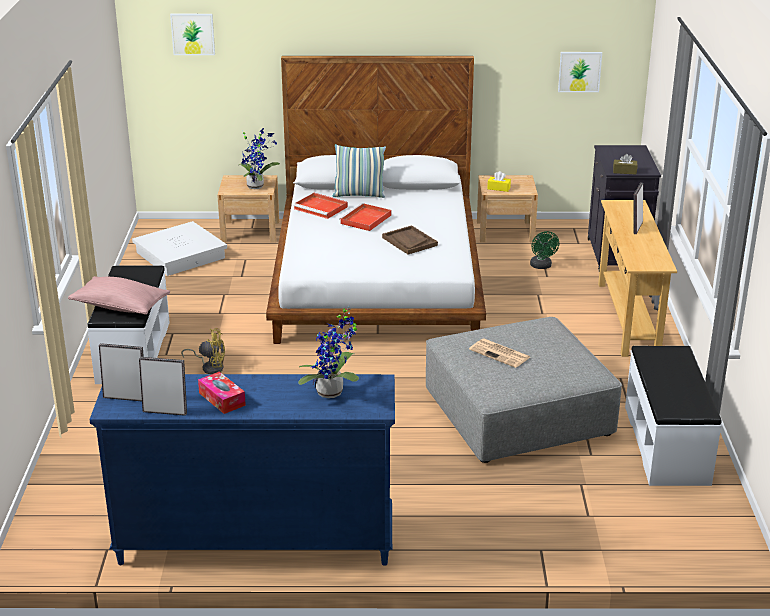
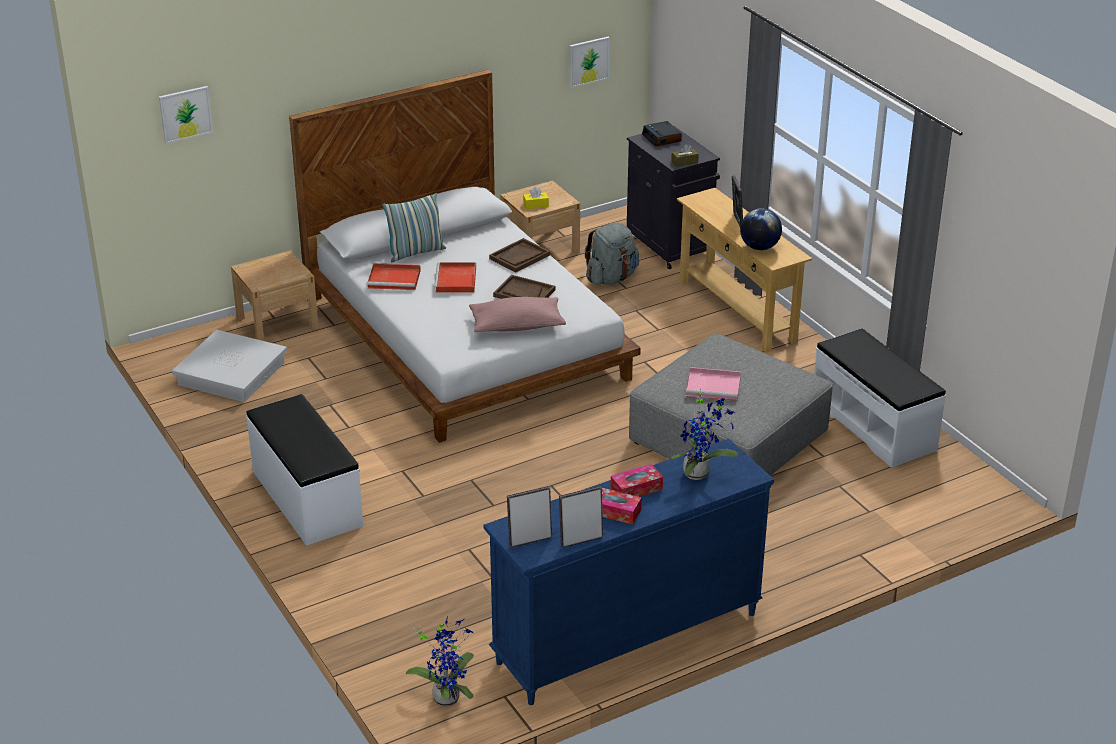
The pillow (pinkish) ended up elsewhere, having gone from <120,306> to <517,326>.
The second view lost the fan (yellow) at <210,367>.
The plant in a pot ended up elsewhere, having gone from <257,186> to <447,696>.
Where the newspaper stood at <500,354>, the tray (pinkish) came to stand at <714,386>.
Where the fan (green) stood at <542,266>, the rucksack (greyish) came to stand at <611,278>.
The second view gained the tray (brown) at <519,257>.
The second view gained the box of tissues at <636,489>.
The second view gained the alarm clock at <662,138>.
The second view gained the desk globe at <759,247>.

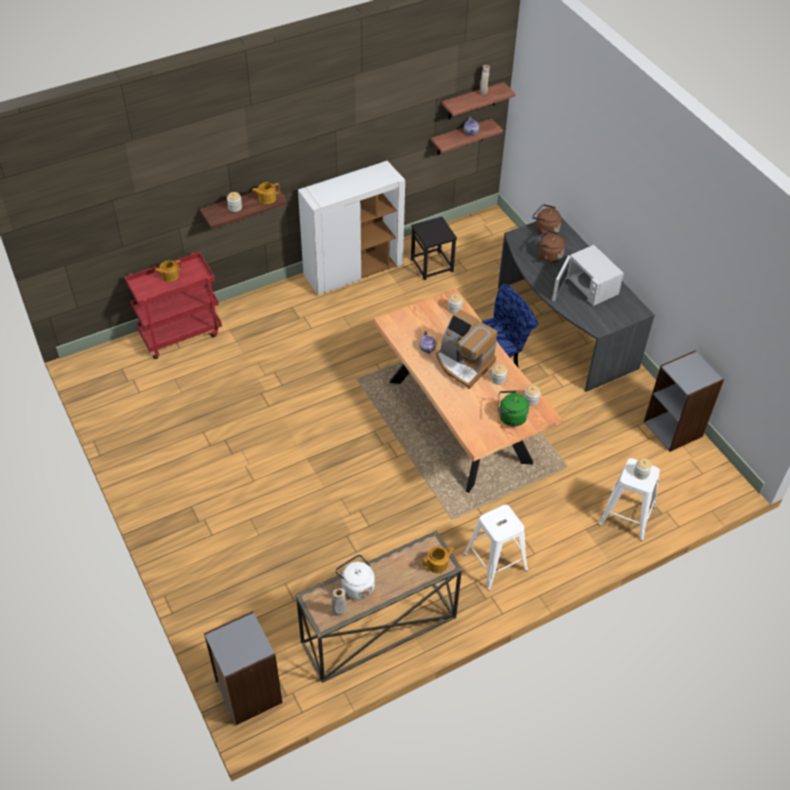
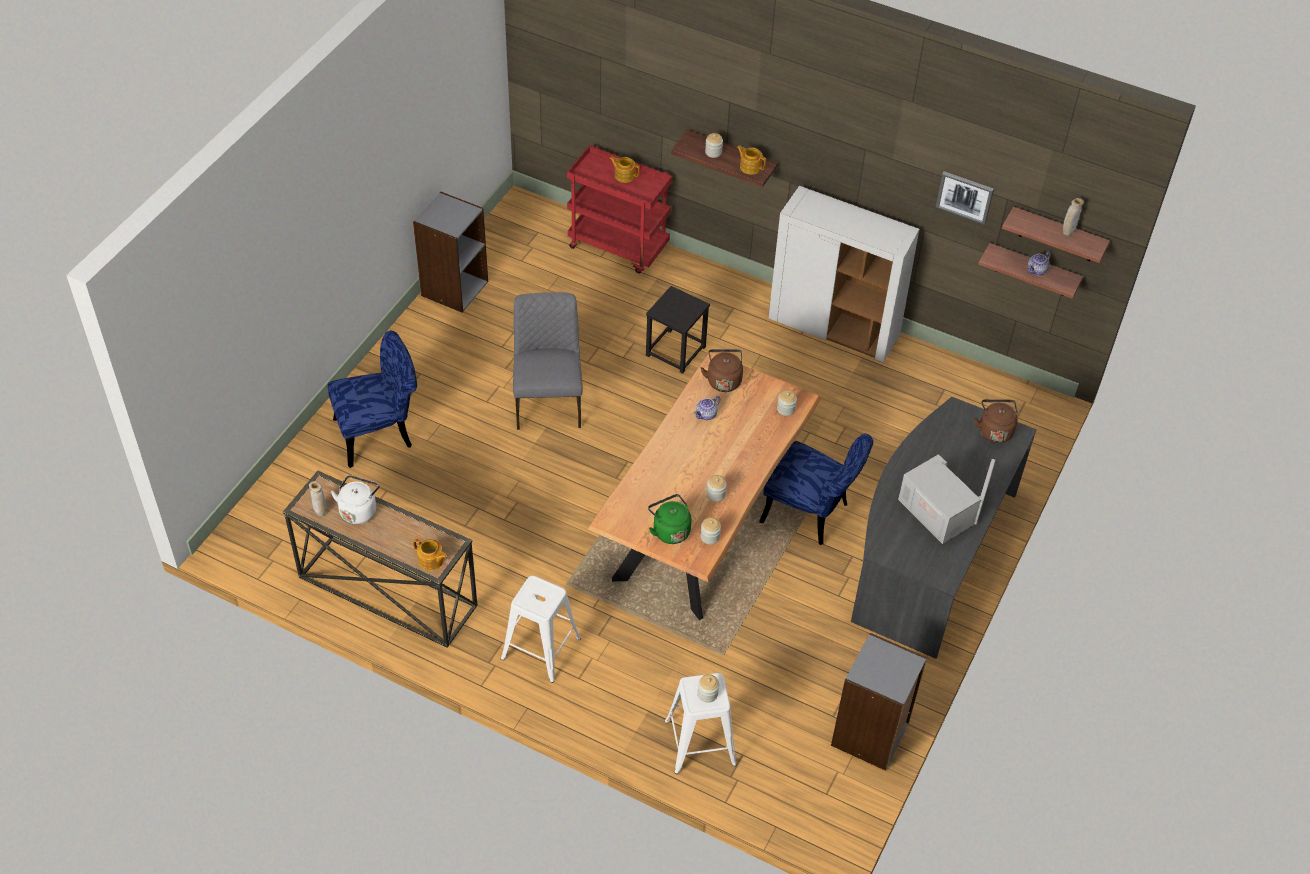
The bookcase (greyish) ended up elsewhere, having gone from <248,692> to <454,288>.
The stool seat (blackish) ended up elsewhere, having gone from <432,265> to <676,351>.
The second view lost the coffee brewer at <463,364>.
The tea kettle (brown) ended up elsewhere, having gone from <548,256> to <723,380>.
The kitchen microwave (whitish) at <588,286> ended up facing another way, 120 degrees clockwise from before.
The second view gained the chair (blue-coloured) at <380,433>.
The second view gained the chair (greyish) at <548,401>.
The second view gained the picture at <964,197>.

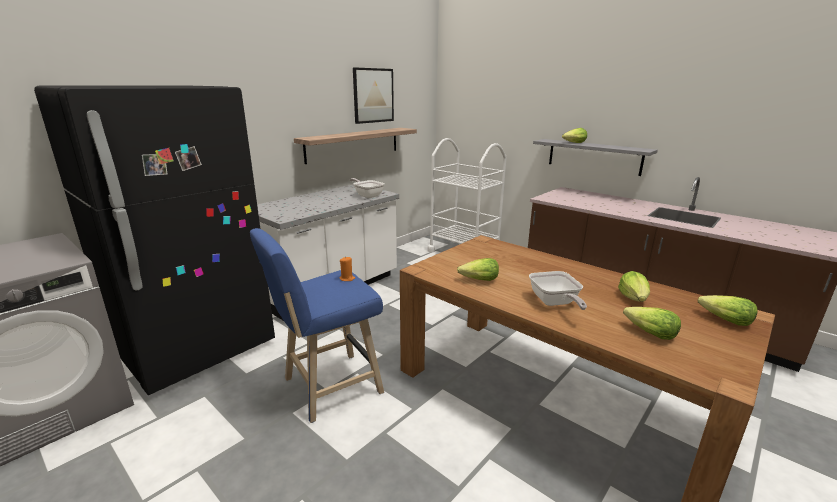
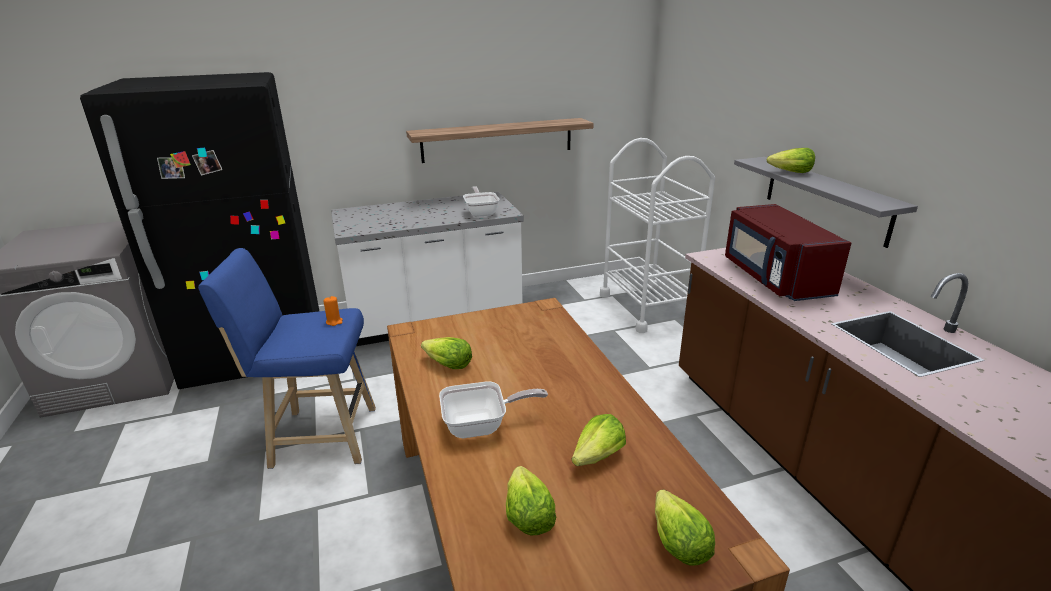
The second view lost the picture at <373,95>.
The skillet at <554,303> ended up facing another way, 120 degrees counterclockwise from before.
The second view gained the kitchen microwave (red) at <774,278>.

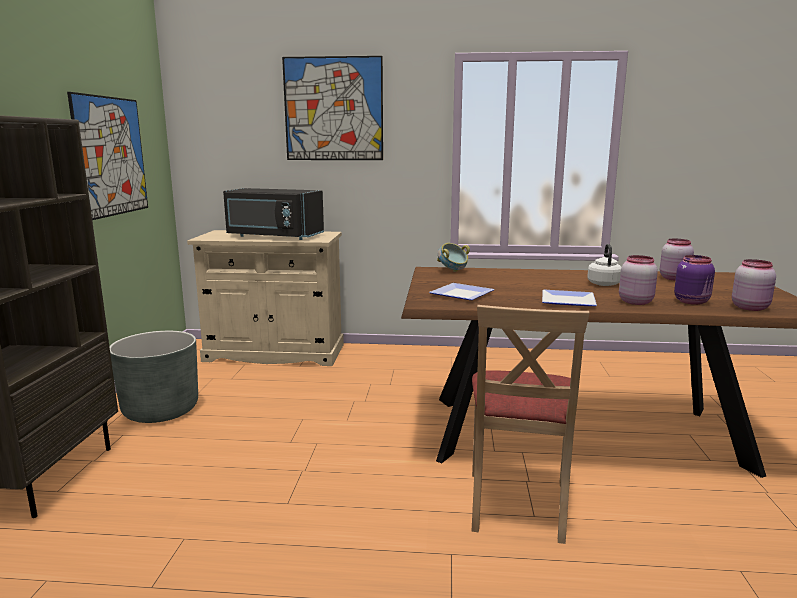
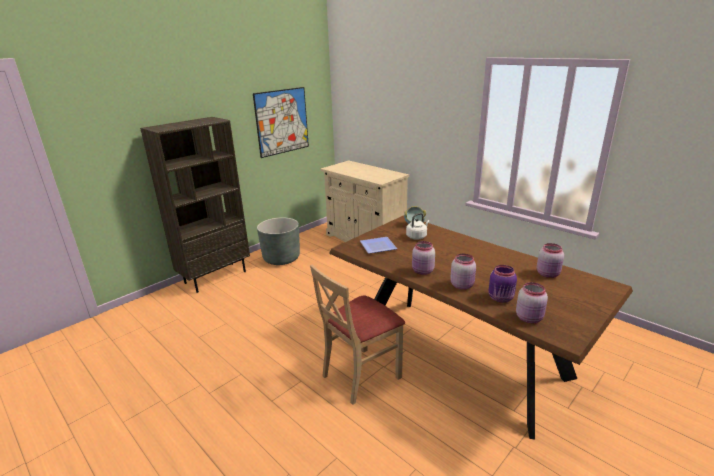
The second view lost the kitchen microwave (blackish) at <273,236>.
The second view lost the picture at <333,109>.
Where the plate stood at <570,301>, the storage jar (pinkish) came to stand at <423,271>.
The tea kettle (whitish) ended up elsewhere, having gone from <603,283> to <417,236>.

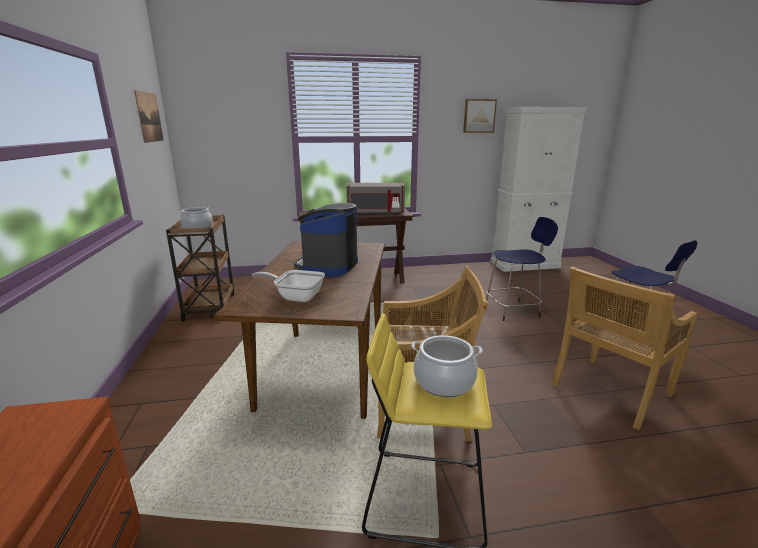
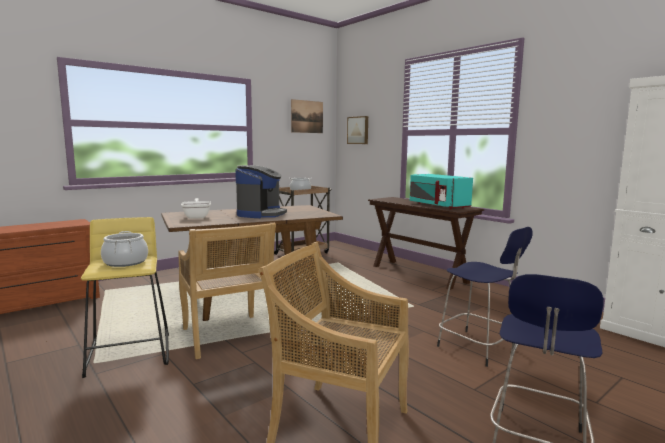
The coffee brewer at <328,266> ended up facing another way, 120 degrees clockwise from before.
What was the kitchen microwave (greyish) at <375,213> turned into the kitchen microwave (blue-green) at <437,206>.
The picture ended up elsewhere, having gone from <479,116> to <358,130>.

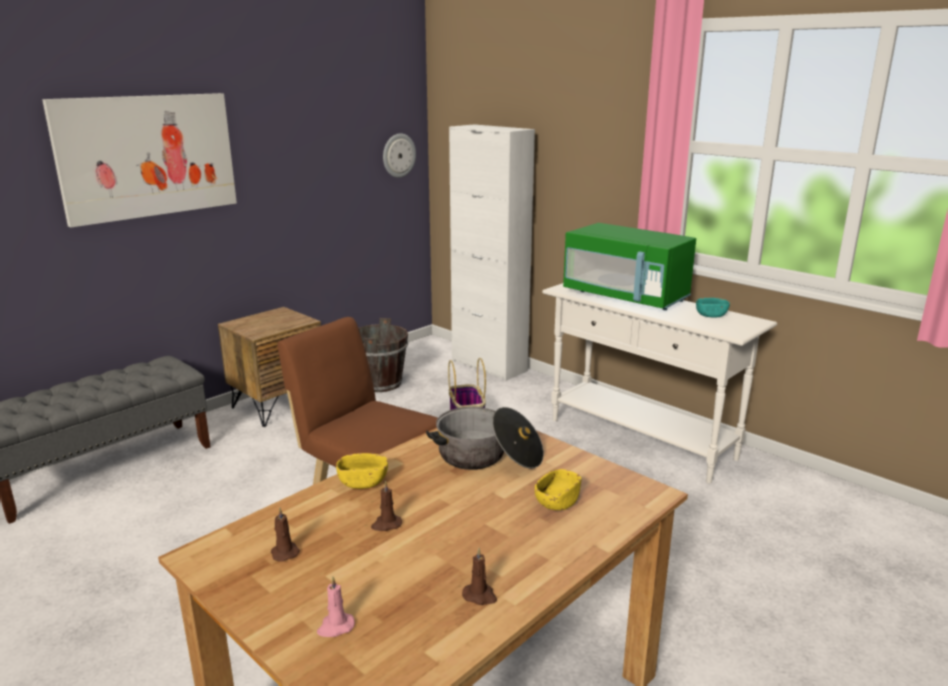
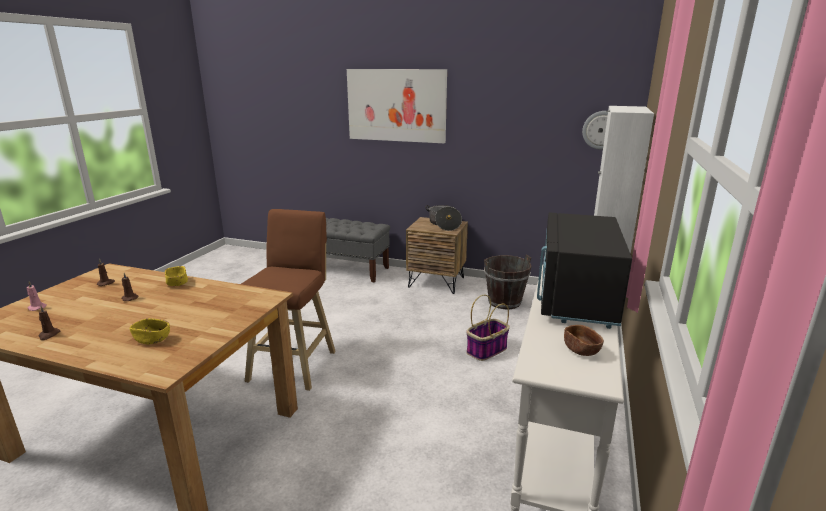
The cooking pot ended up elsewhere, having gone from <488,457> to <444,224>.
What was the kitchen microwave (green) at <625,297> turned into the kitchen microwave (blackish) at <575,298>.
What was the bowl (blue-green) at <711,315> turned into the bowl (brown) at <581,350>.

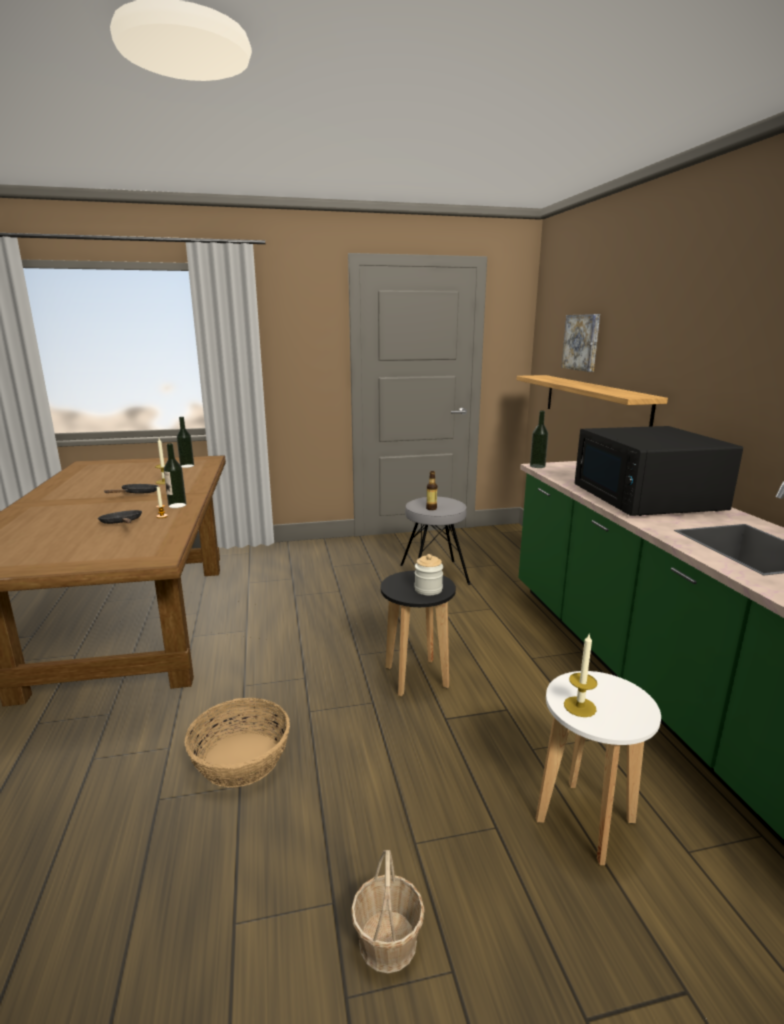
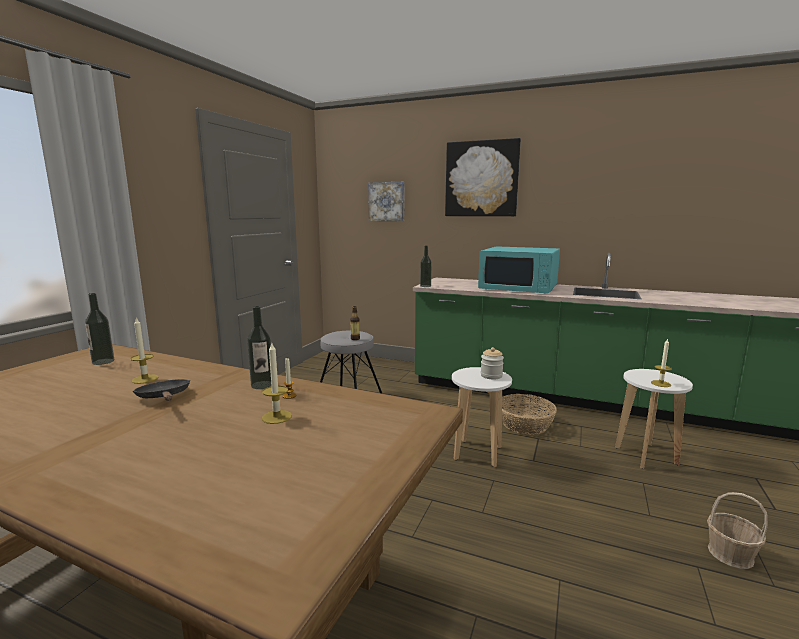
Where the skillet (blackish) stood at <122,523>, the wax light came to stand at <277,417>.
The basket ended up elsewhere, having gone from <241,758> to <524,424>.
What was the stool seat (blackish) at <416,677> turned into the stool seat (whitish) at <478,453>.
The second view lost the shelf at <594,403>.
What was the kitchen microwave (blackish) at <646,499> turned into the kitchen microwave (blue-green) at <519,287>.
The second view gained the picture at <481,179>.

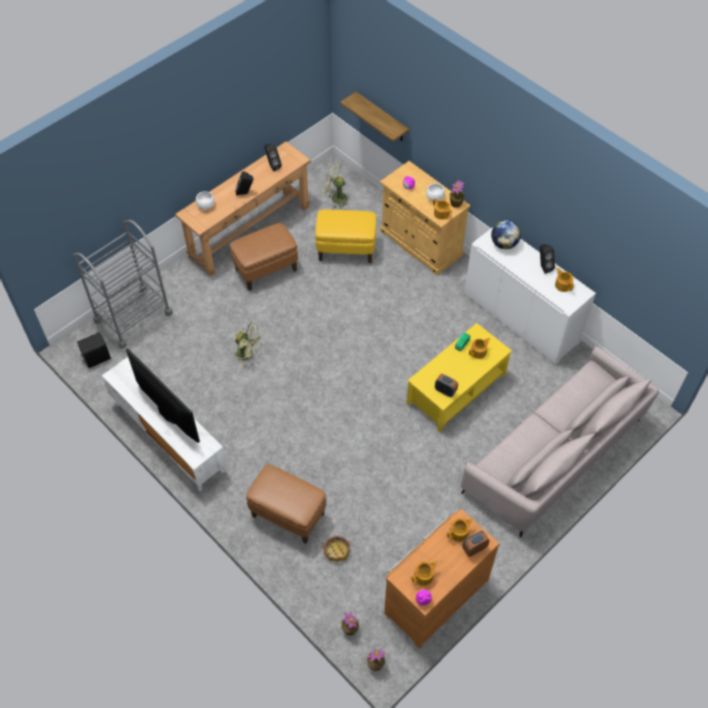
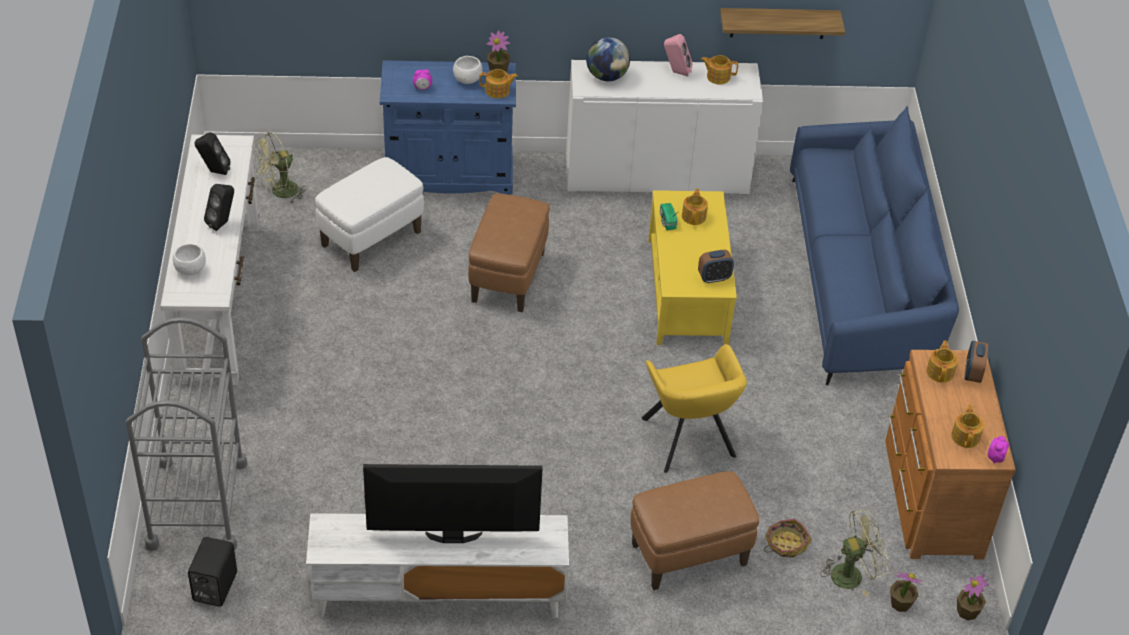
What was the console table (brown) at <250,232> turned into the console table (whitish) at <220,300>.
The ottoman (brown) ended up elsewhere, having gone from <266,270> to <508,277>.
The fan (green) ended up elsewhere, having gone from <248,354> to <852,574>.
What was the ottoman (yellow) at <346,250> turned into the ottoman (whitish) at <371,239>.
The shelf ended up elsewhere, having gone from <381,118> to <778,23>.
What was the cupboard (beige-coloured) at <420,243> turned into the cupboard (blue-coloured) at <449,173>.
What was the sofa (greyish) at <556,455> turned into the sofa (blue-coloured) at <862,278>.
What was the loudspeaker (blackish) at <543,267> turned into the loudspeaker (pinkish) at <676,72>.
The second view gained the lounge chair (yellow) at <689,441>.

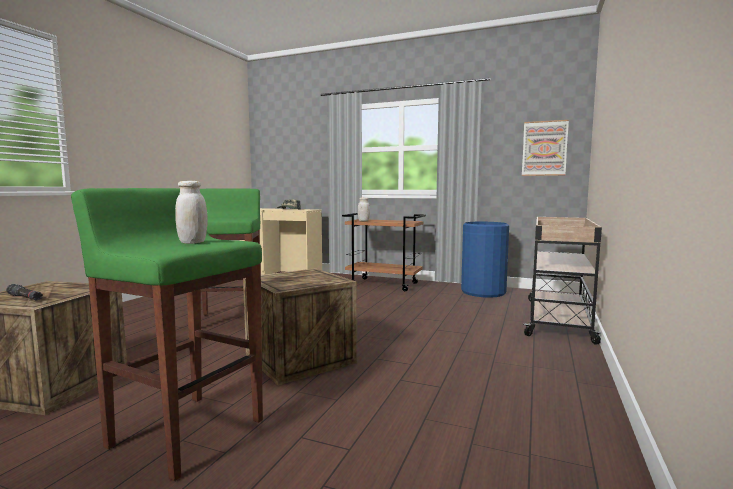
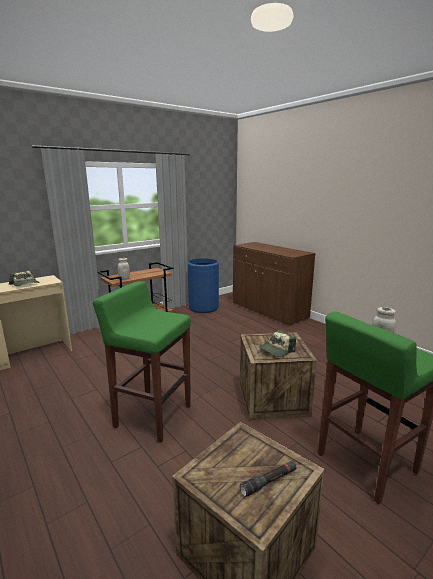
The second view lost the picture at <544,148>.
Where the wheeled cart (beige-coloured) stood at <557,318>, the cupboard (brown) came to stand at <268,311>.
The second view gained the baseball cap at <276,350>.

